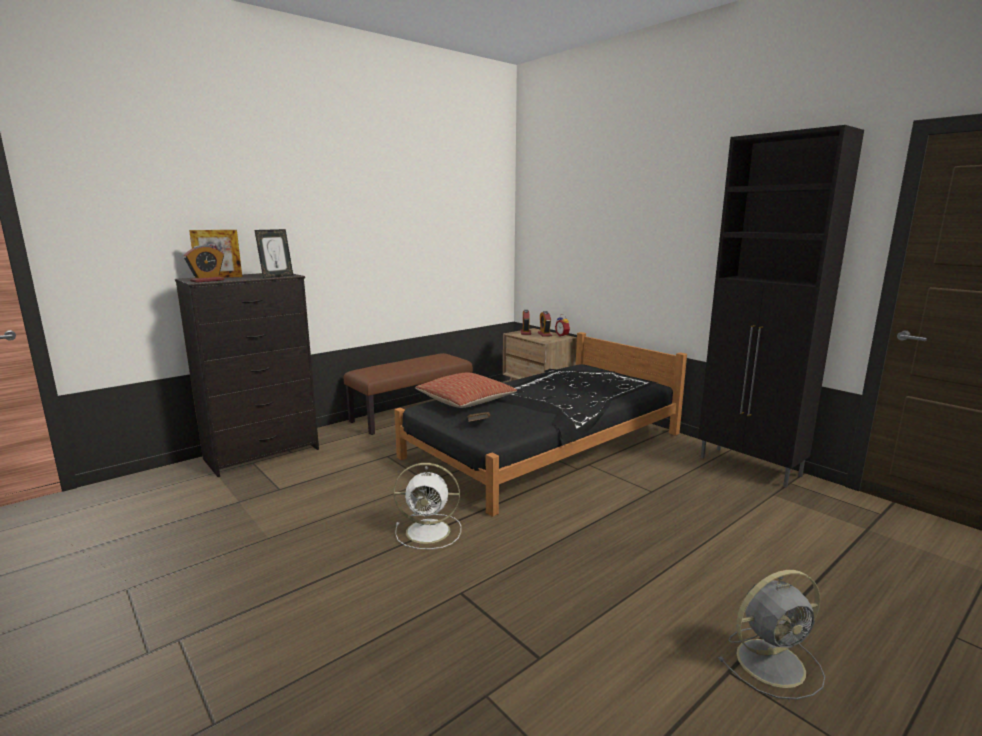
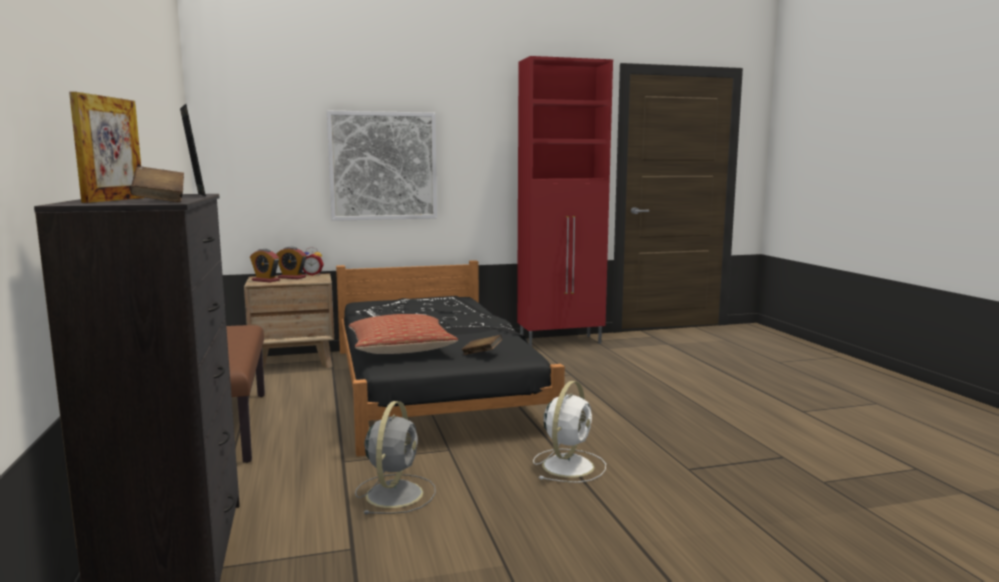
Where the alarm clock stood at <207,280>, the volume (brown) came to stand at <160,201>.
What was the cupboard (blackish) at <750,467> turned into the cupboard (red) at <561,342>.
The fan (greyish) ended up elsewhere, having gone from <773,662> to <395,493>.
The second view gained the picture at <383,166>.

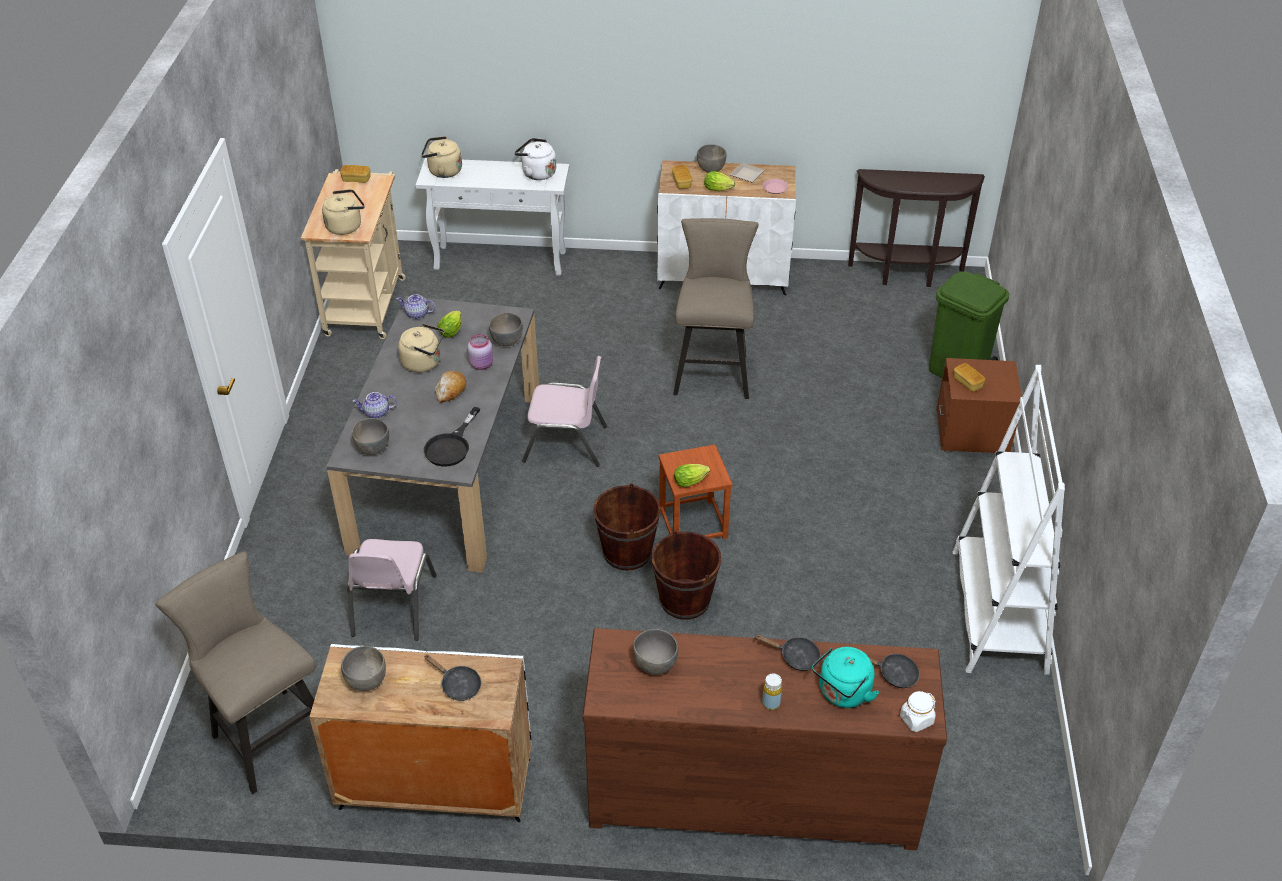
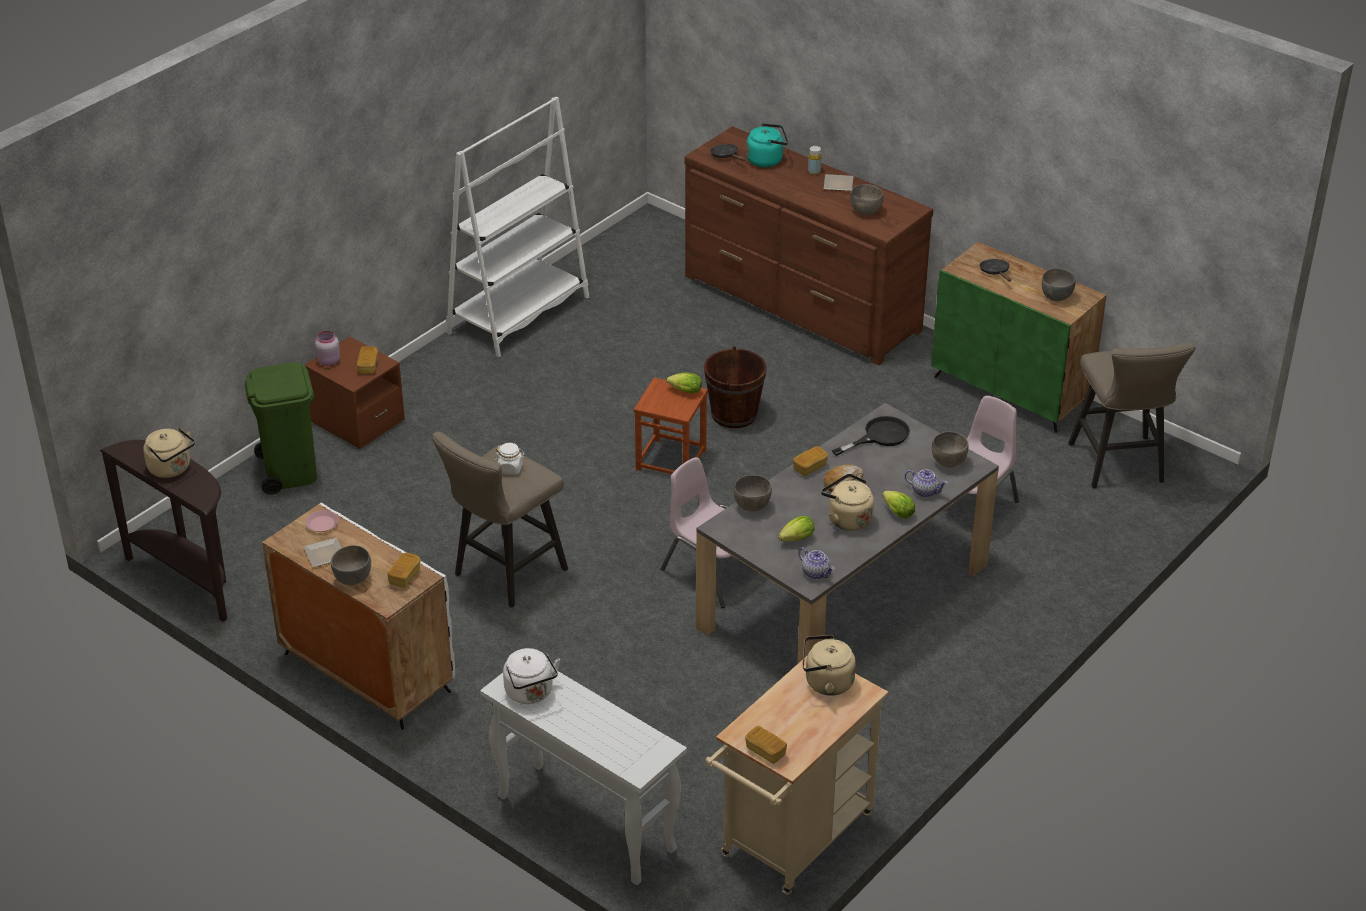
What was the cupboard (whitish) at <434,784> turned into the cupboard (green) at <1011,391>.
The tea kettle (beige-coloured) ended up elsewhere, having gone from <443,171> to <172,469>.
The storage jar (pinkish) ended up elsewhere, having gone from <482,364> to <328,361>.
The second view lost the water bucket (brown) at <627,552>.
The lettuce head ended up elsewhere, having gone from <719,190> to <896,512>.
The second view lost the skillet (blackish) at <795,657>.
The storage jar (whitish) ended up elsewhere, having gone from <916,720> to <510,468>.
The second view gained the baked bread at <810,467>.
The second view gained the plate at <839,185>.

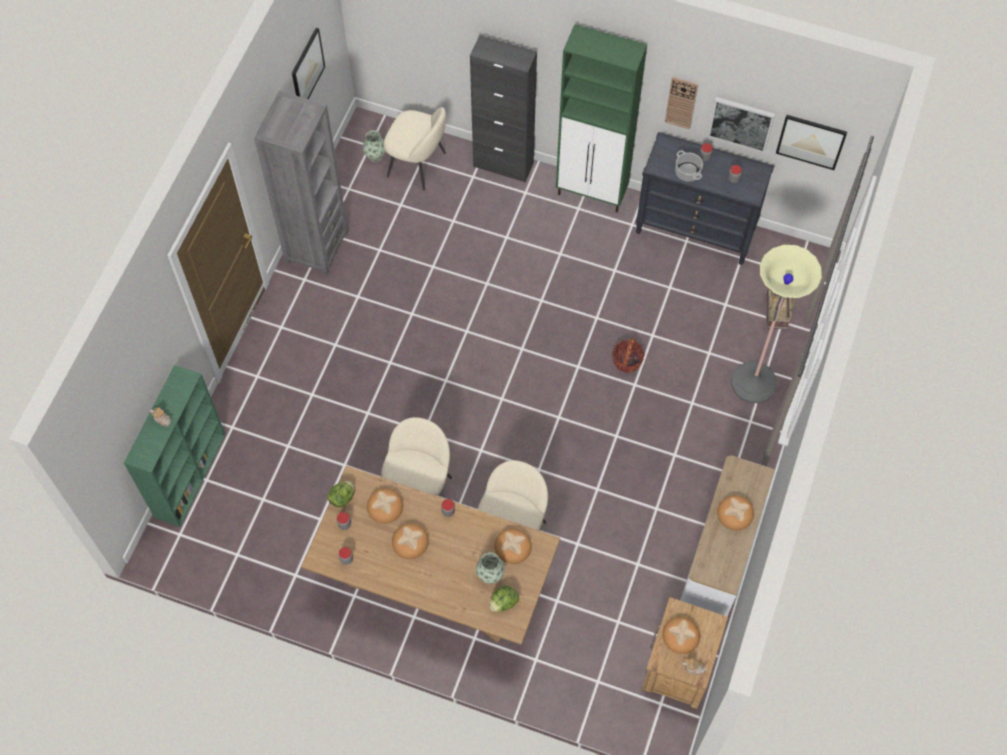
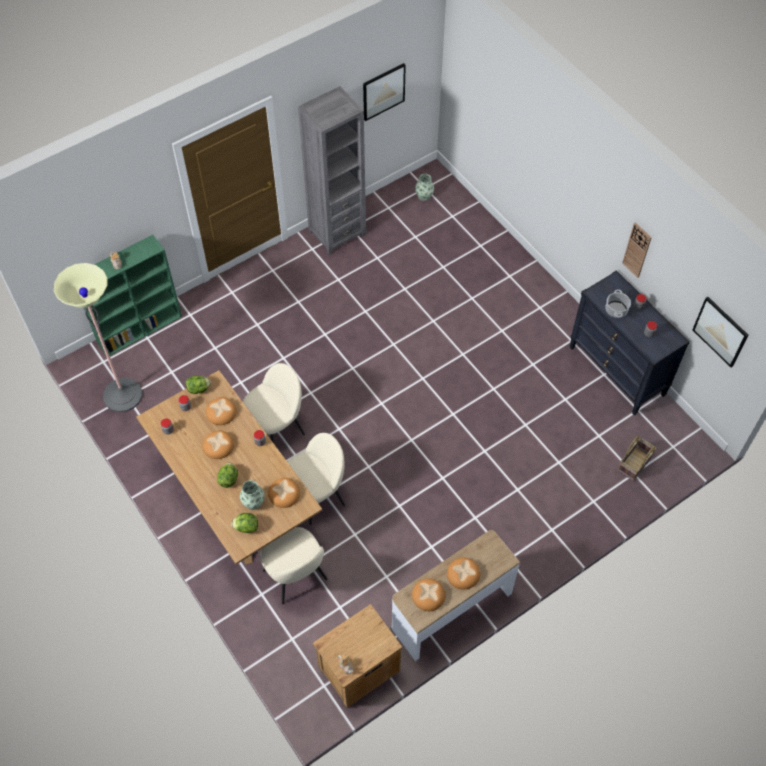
The chair (beige-coloured) ended up elsewhere, having gone from <418,165> to <295,576>.
The second view lost the cupboard (blackish) at <503,165>.
The second view lost the cupboard (green) at <592,193>.
The second view lost the basket at <627,360>.
The baked bread ended up elsewhere, having gone from <681,636> to <428,595>.
The second view lost the picture at <741,123>.
The standard lamp ended up elsewhere, having gone from <753,382> to <123,395>.
The second view gained the lettuce head at <228,479>.

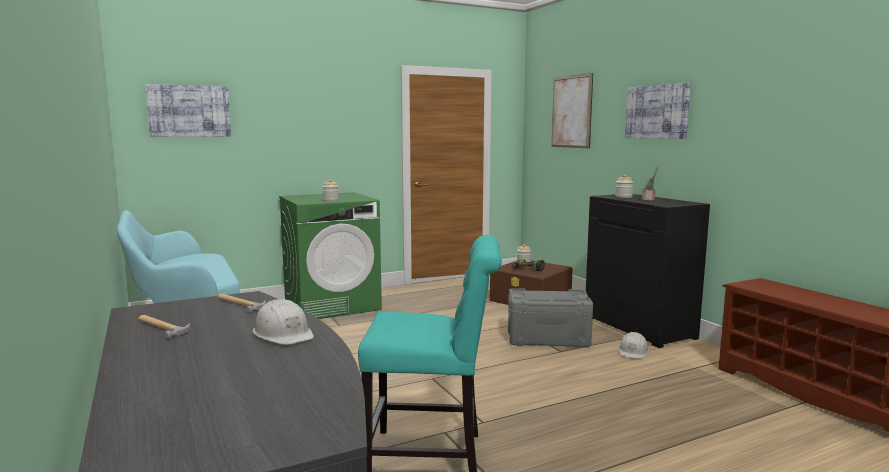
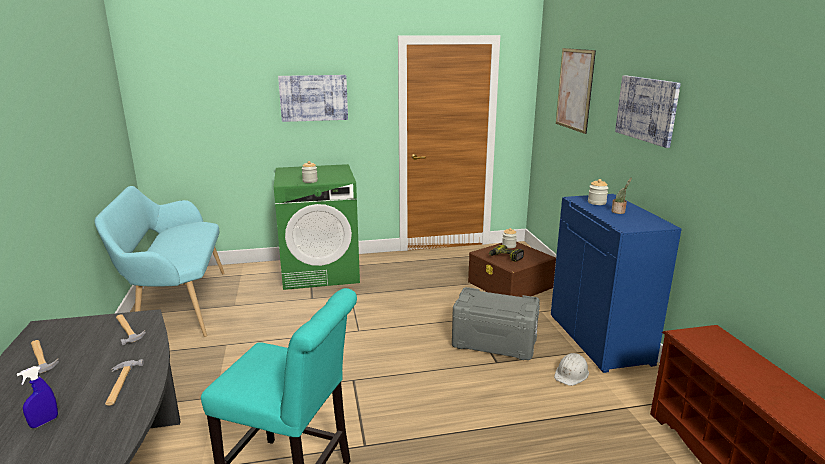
The picture ended up elsewhere, having gone from <189,111> to <313,98>.
Where the work helmet (whitish) stood at <283,333>, the hammer came to stand at <120,384>.
What was the cupboard (blackish) at <639,327> turned into the cupboard (blue-coloured) at <600,339>.
The second view gained the hand sprayer (blue-coloured) at <44,422>.

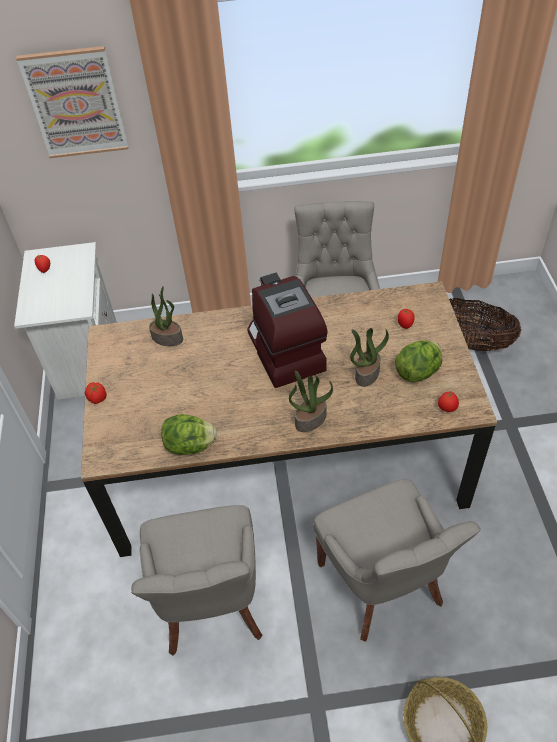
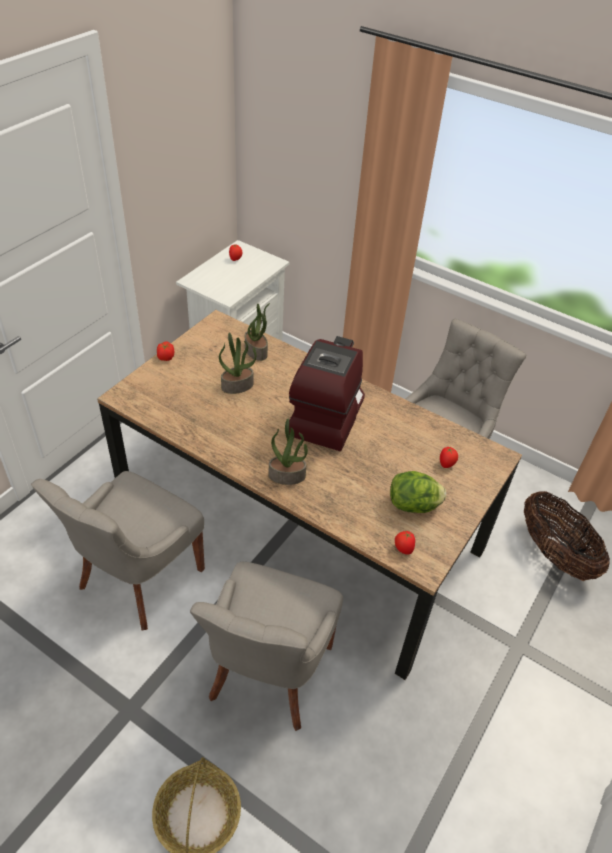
The second view lost the picture at <75,103>.
The second view lost the lettuce head at <190,446>.
The plant in a pot ended up elsewhere, having gone from <366,373> to <237,385>.

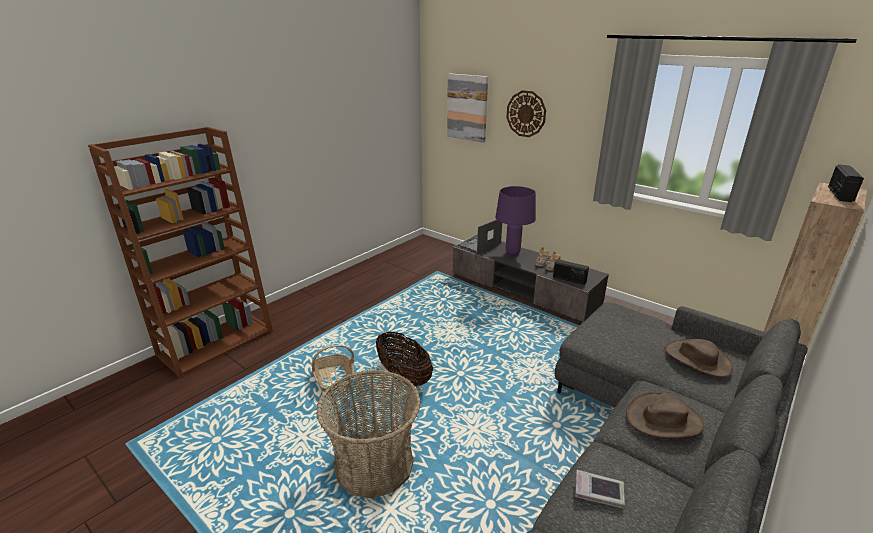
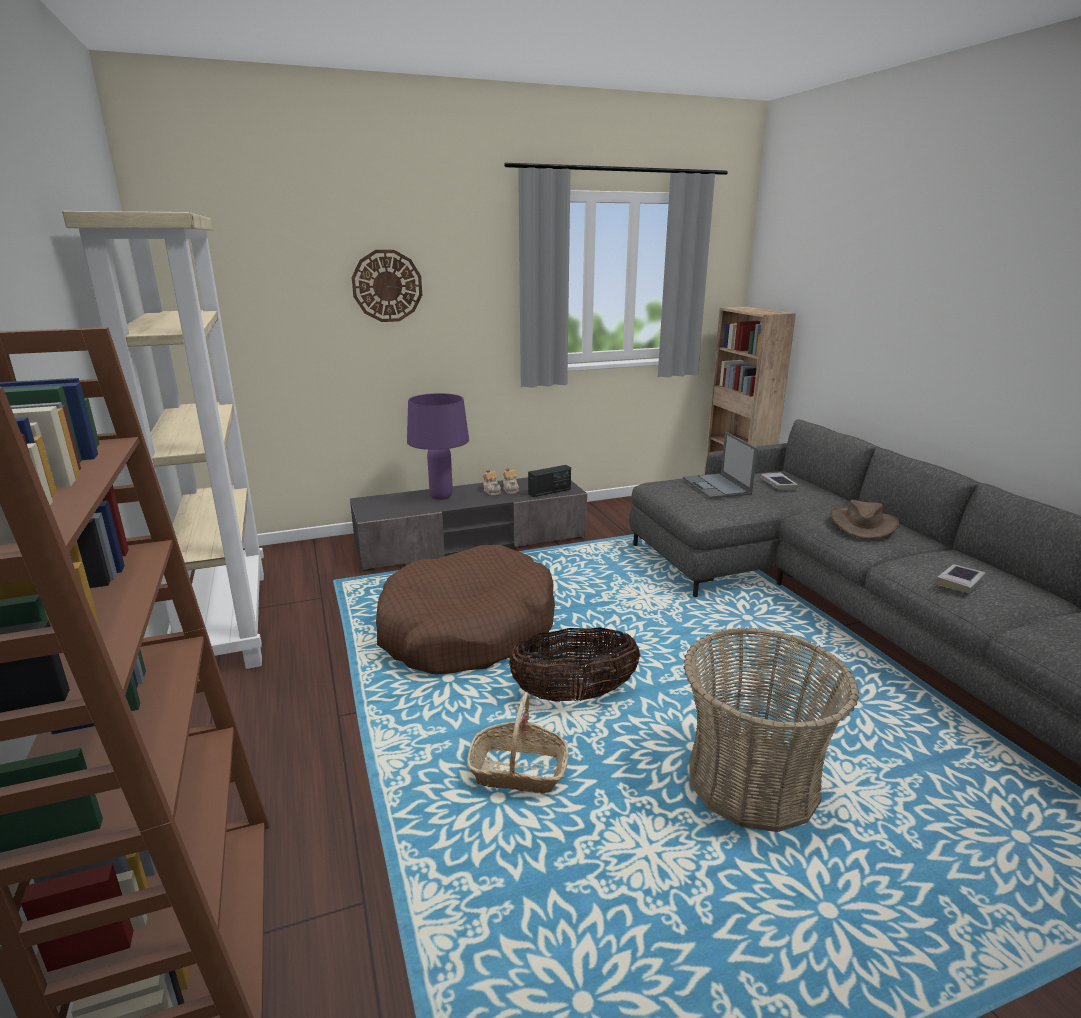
The second view lost the picture at <467,107>.
The notebook computer ended up elsewhere, having gone from <479,244> to <717,486>.
Where the clothing hat (brown) stood at <697,359>, the volume came to stand at <778,484>.
The second view lost the radio receiver at <839,194>.
The second view gained the bookcase (beige-coloured) at <227,619>.
The second view gained the pet bed (brown) at <467,630>.

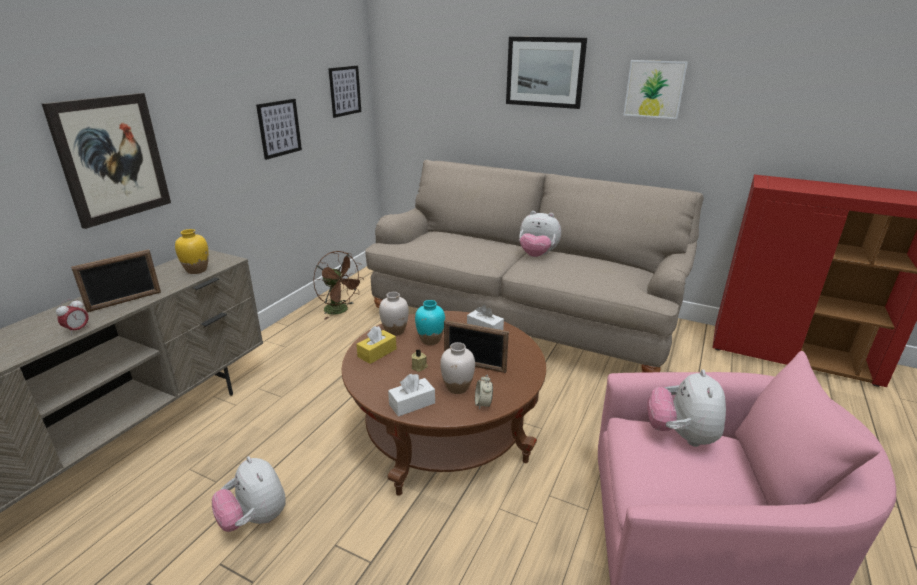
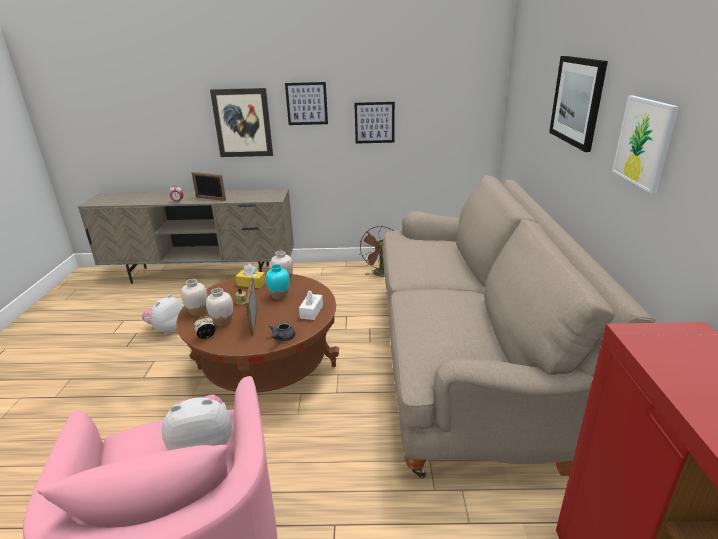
The second view lost the flower vase (yellow) at <196,270>.
The picture ended up elsewhere, having gone from <345,91> to <306,103>.
Where the box of tissues (whitish) stood at <412,404>, the flower vase (whitish) came to stand at <197,312>.
The second view lost the soft toy at <537,255>.
The second view gained the pot for tea (greyish) at <282,338>.

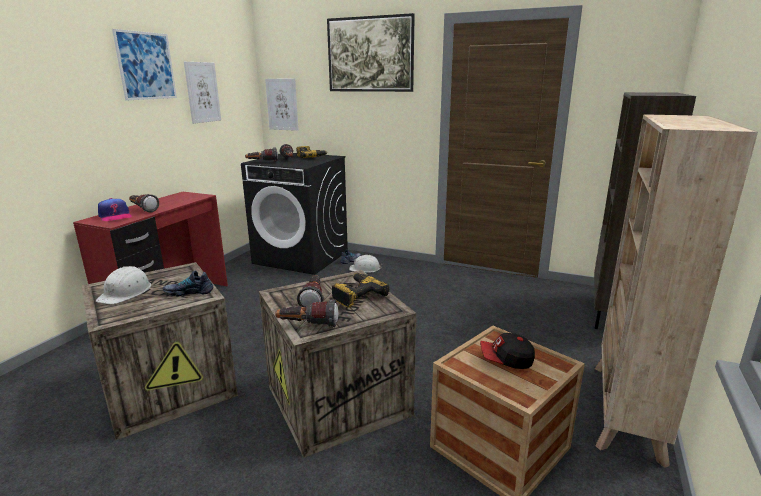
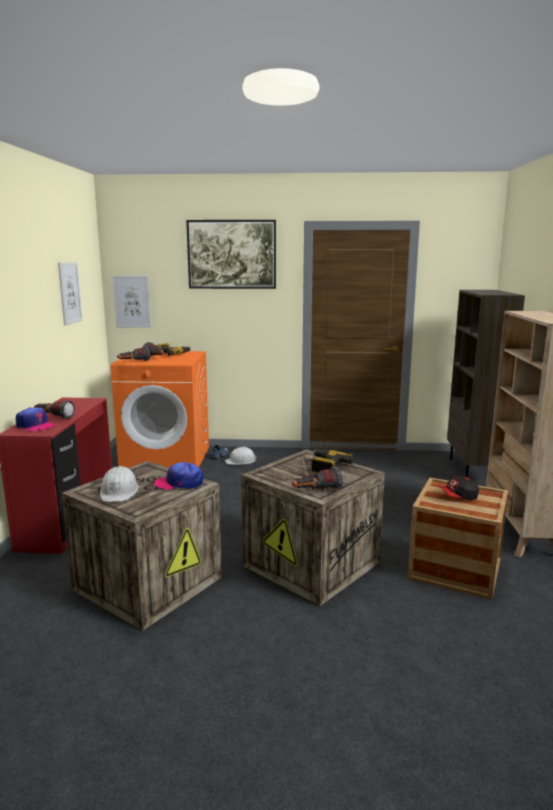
The second view lost the picture at <146,66>.
Where the low shoe stood at <189,292>, the baseball cap came to stand at <179,483>.
What was the laundry appliance (blackish) at <302,257> turned into the laundry appliance (orange) at <167,458>.
The second view lost the flashlight at <313,300>.

